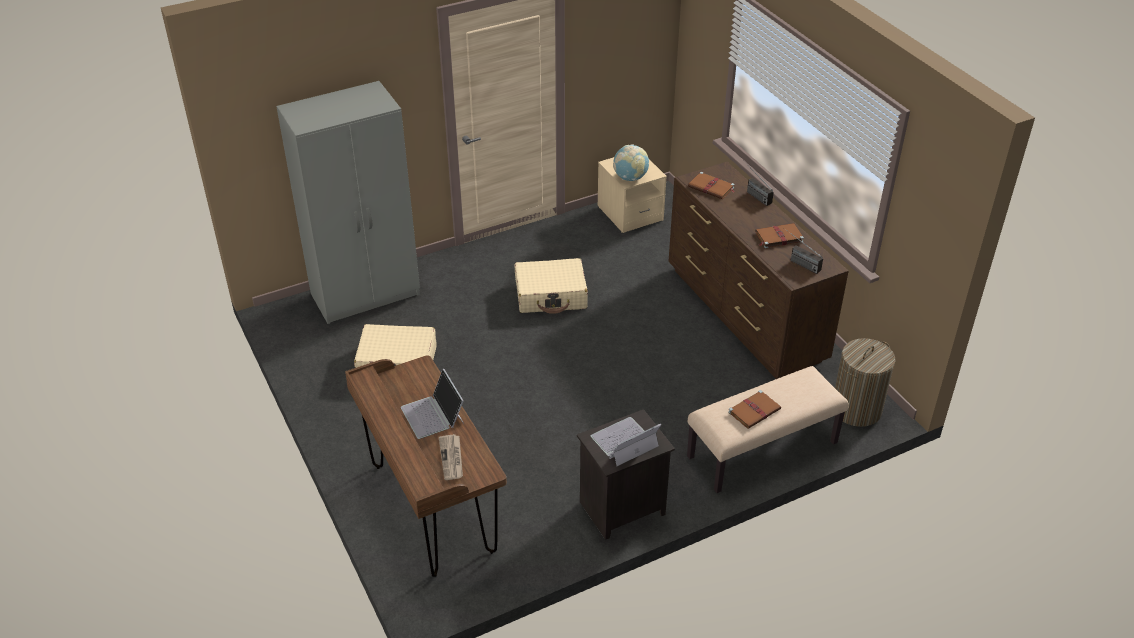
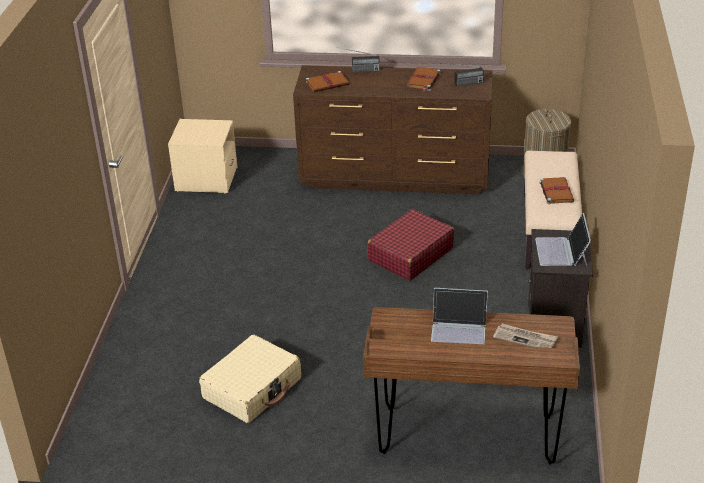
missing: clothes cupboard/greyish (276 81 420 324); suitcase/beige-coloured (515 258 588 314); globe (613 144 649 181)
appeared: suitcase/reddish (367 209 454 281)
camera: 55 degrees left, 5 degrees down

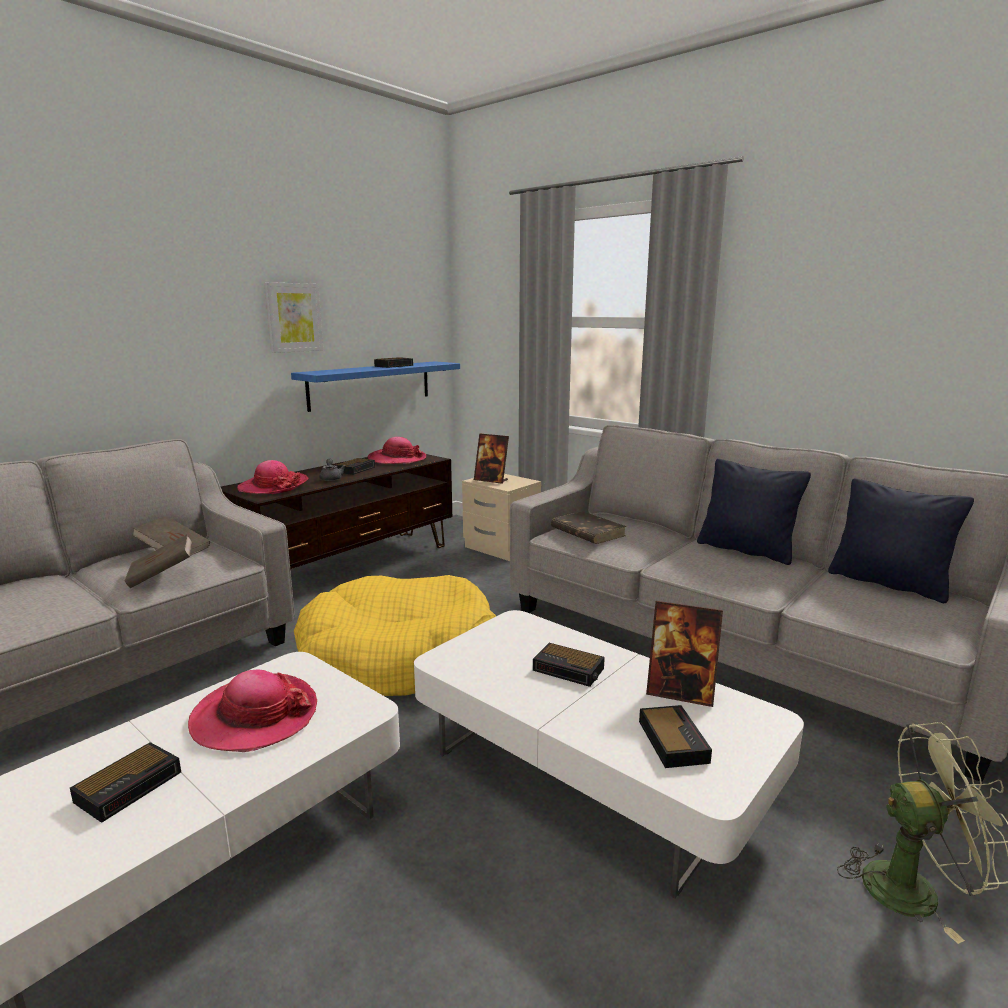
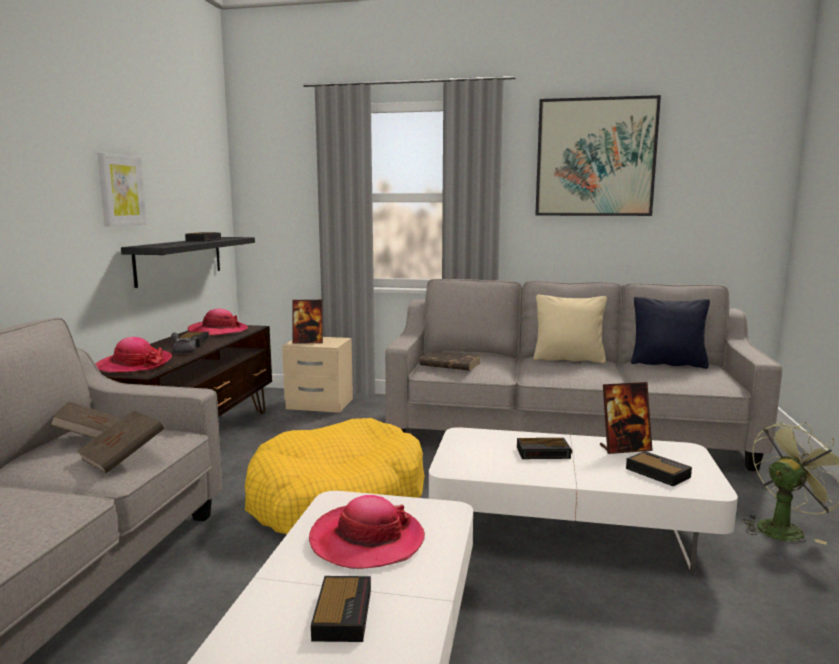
appeared: picture (535 95 661 216)
colour: bracket shelf/blue (291 361 460 412) to bracket shelf/blackish (121 237 255 288); pillow/blackish (697 459 811 565) to pillow/beige-coloured (533 295 607 363)
camera: 30 degrees left, 5 degrees down

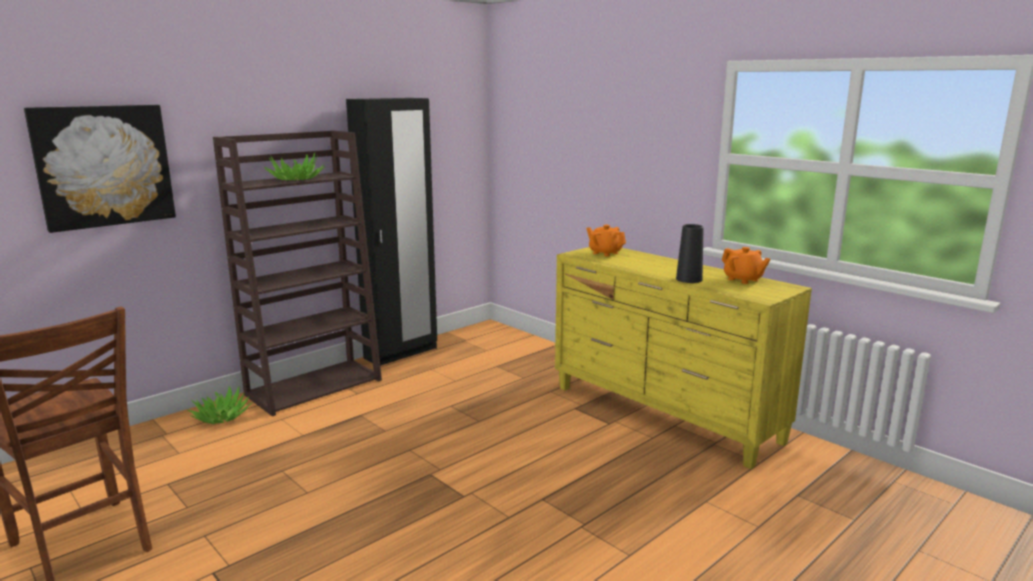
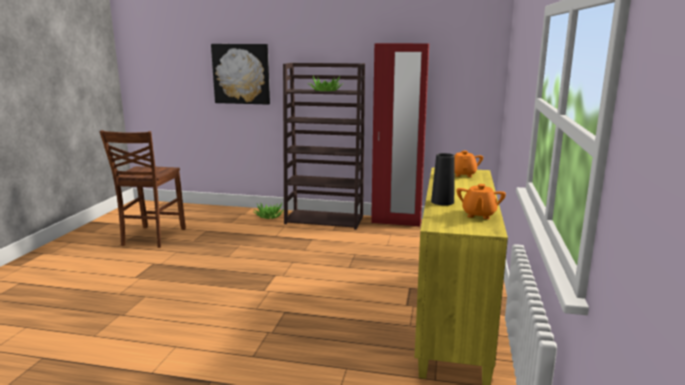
colour: clothes cupboard/blackish (346 98 437 366) to clothes cupboard/reddish (371 43 429 227)
camera: 55 degrees right, 0 degrees up

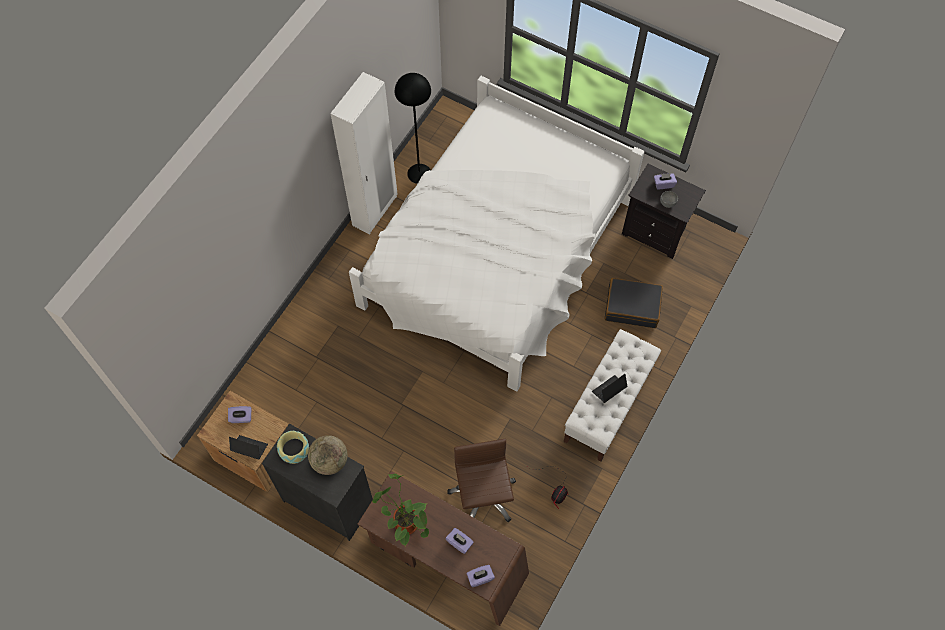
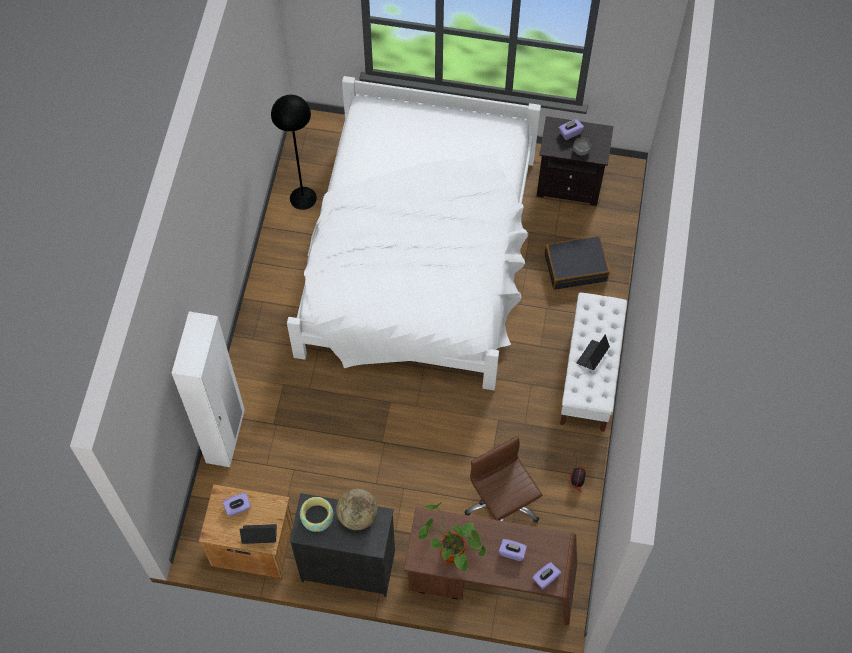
relocated: clothes cupboard/white-coloured (330 72 398 234) to (172 312 245 467)
camera: 20 degrees left, 0 degrees up

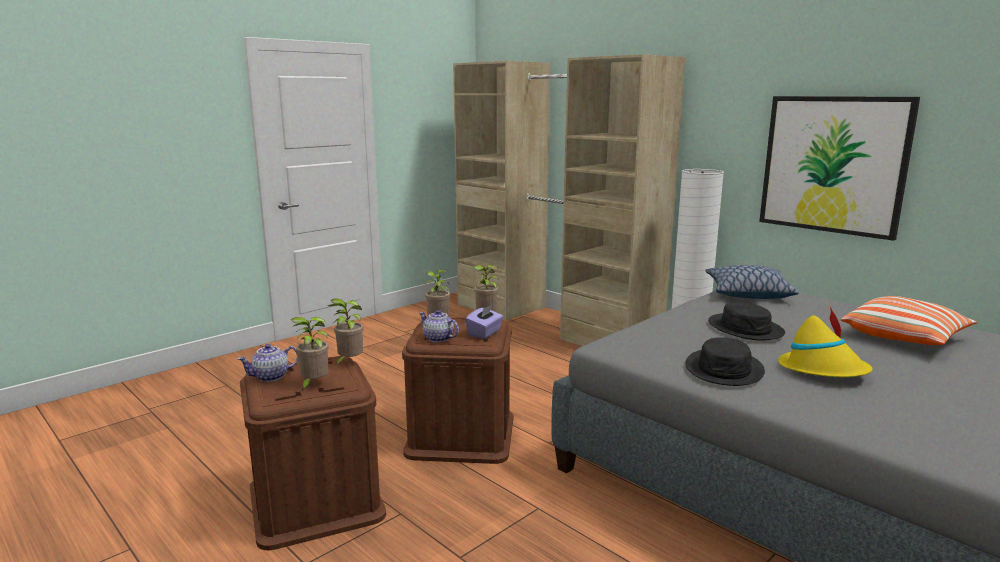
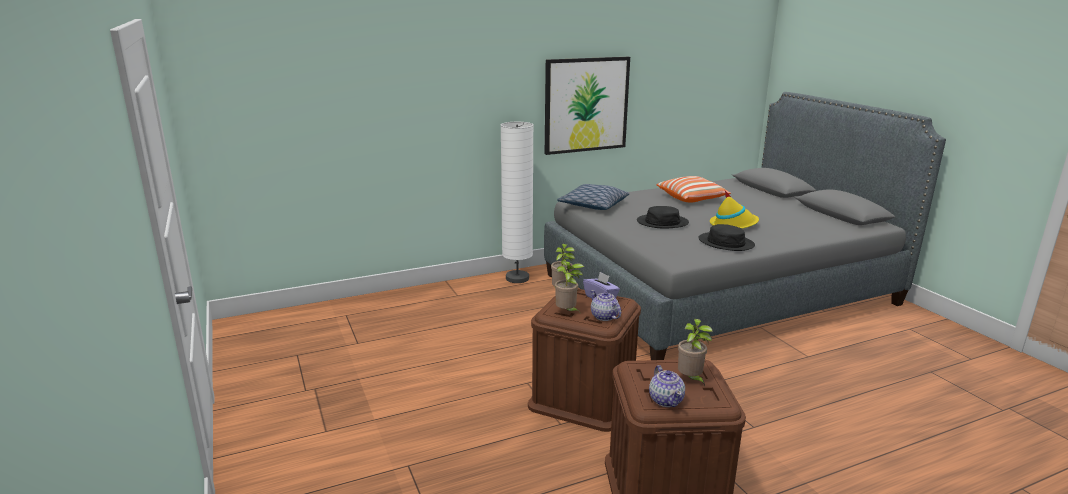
missing: houseplant (328 298 364 367); clothes cupboard/beige-coloured (453 54 685 346)
spun: pot for tea (419 310 459 343) = (590 290 621 321) 90 degrees clockwise
camera: 70 degrees left, 5 degrees up

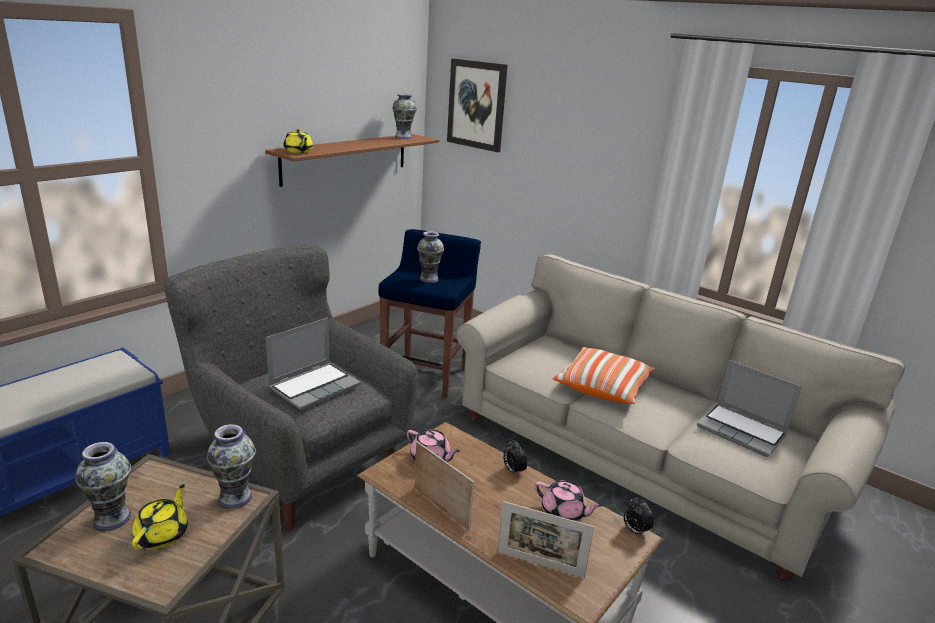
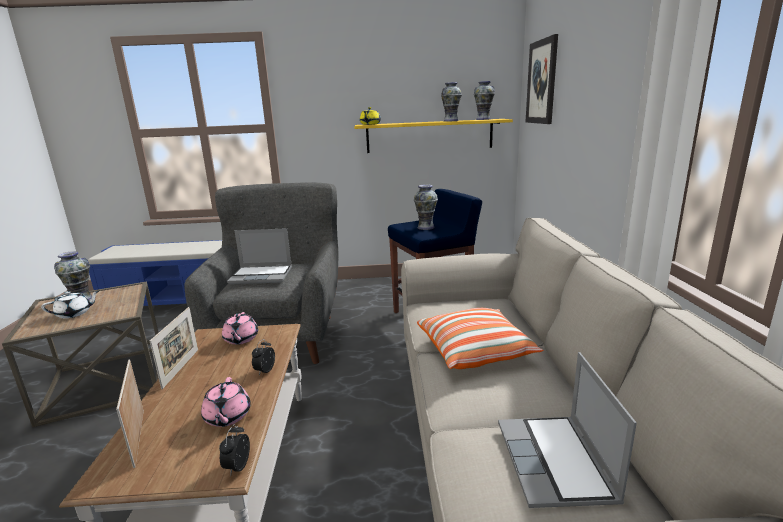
relocated: decorative vase (207 424 256 509) to (441 82 462 122)
colour: pot for tea/yellow (132 484 188 549) to pot for tea/white-coloured (41 290 100 319); bracket shelf/brown (265 134 439 187) to bracket shelf/yellow (354 119 513 153)
camera: 50 degrees right, 5 degrees down

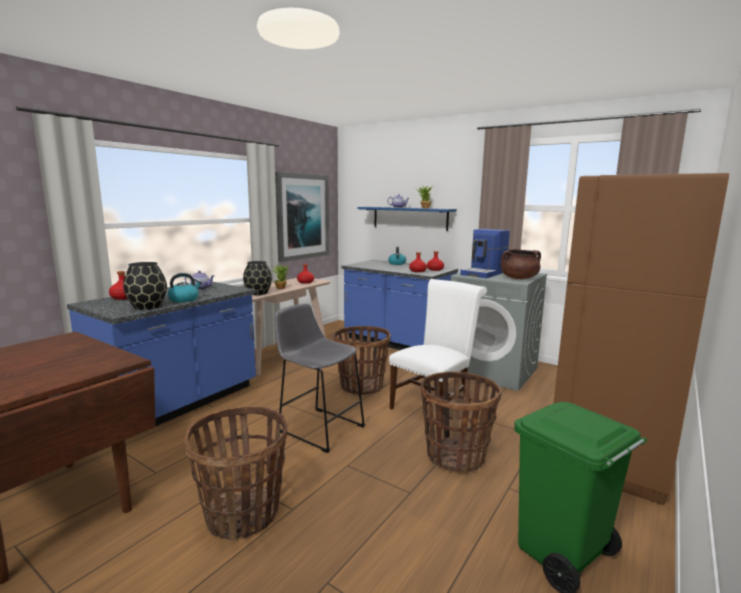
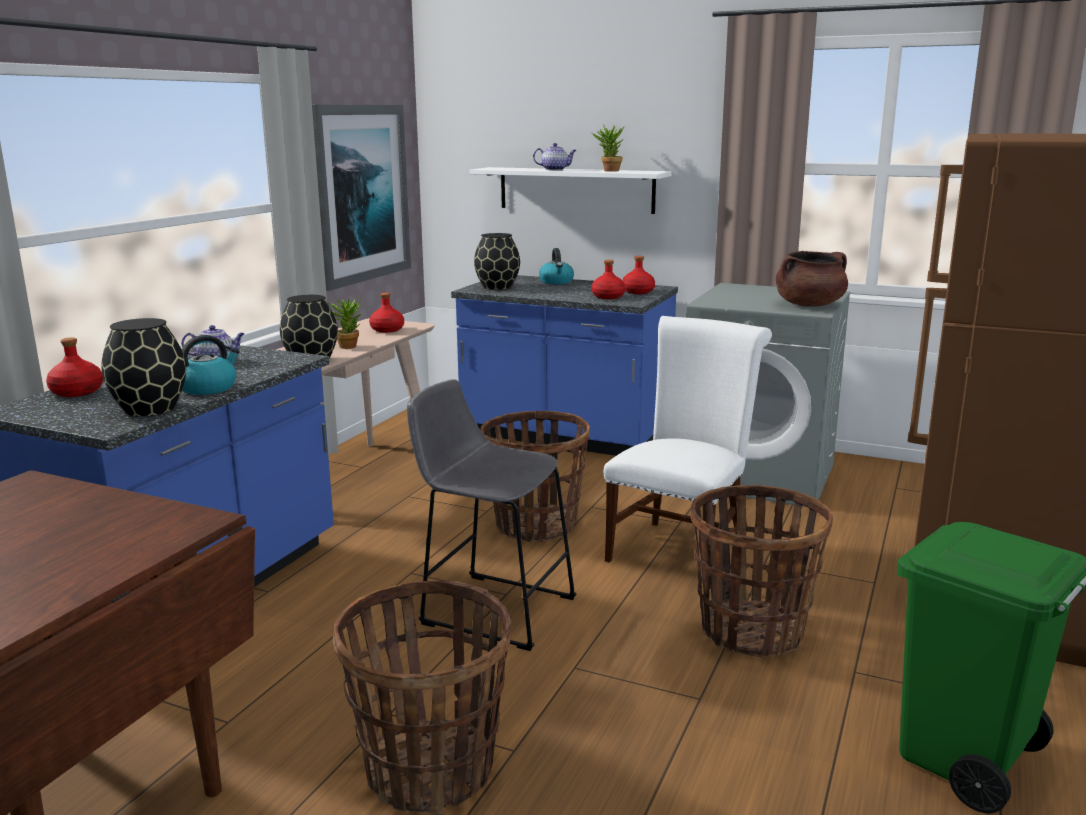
missing: coffee machine (460 229 510 278)
appeared: decorative vase/blackish (474 233 520 290)
colour: bracket shelf/blue (358 207 457 231) to bracket shelf/white-coloured (470 167 672 214)
camera: 10 degrees left, 5 degrees up

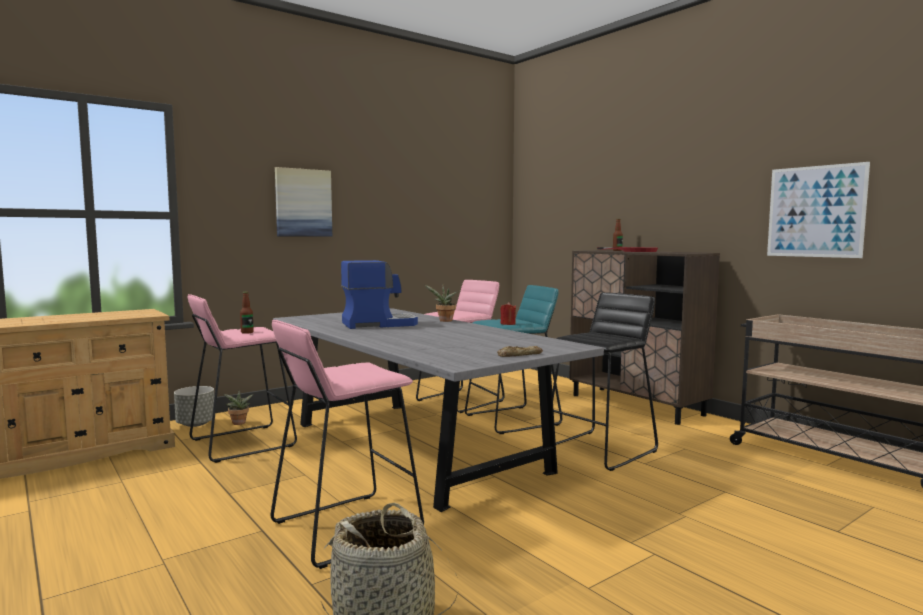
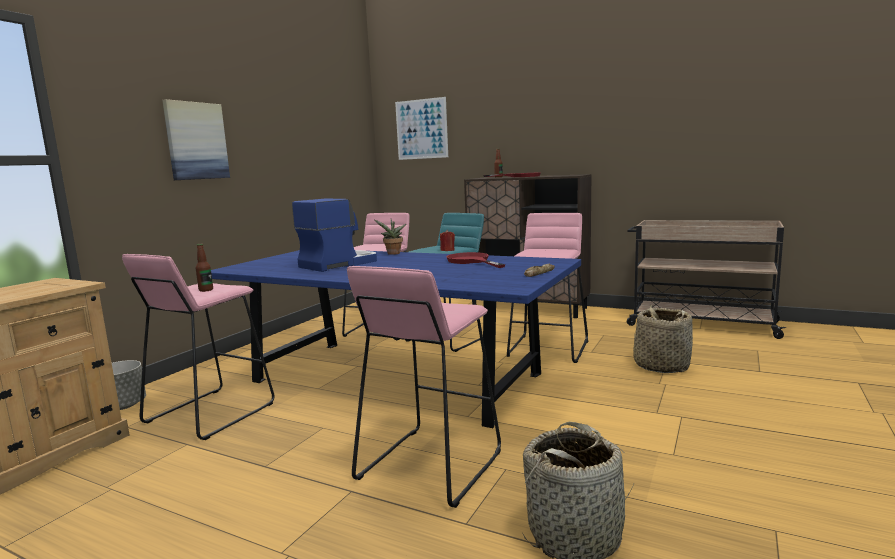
missing: houseplant (224 390 253 425)
appeared: pan/reddish (446 252 505 268); storage basket (633 304 693 373)
relocated: picture (767 162 870 258) to (395 97 448 160)
colour: kitchen table/greyish (273 308 604 512) to kitchen table/blue (211 250 581 428); stool/blackish (552 292 658 471) to stool/pink (507 213 588 363)
camera: 25 degrees left, 5 degrees up

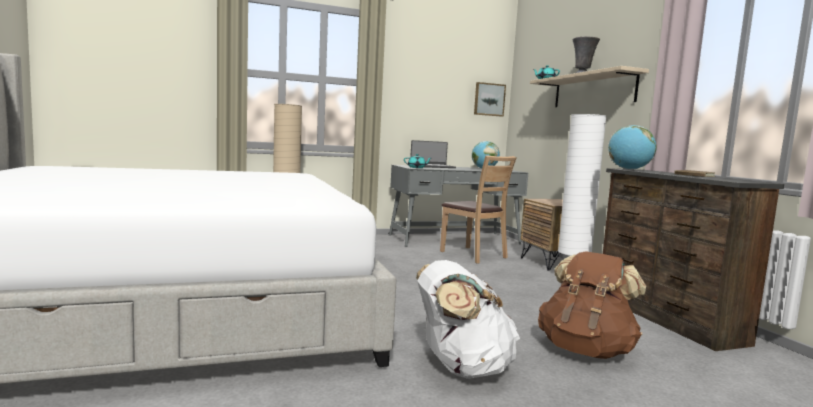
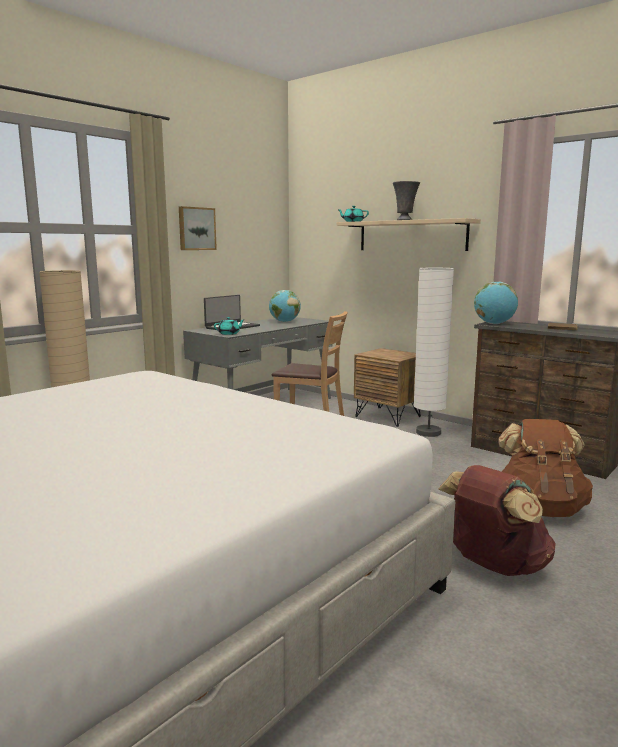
relocated: picture (474 82 506 117) to (179 206 217 250)
colour: knapsack/white-coloured (416 260 520 379) to knapsack/brown (439 465 556 576)
camera: 30 degrees left, 5 degrees up

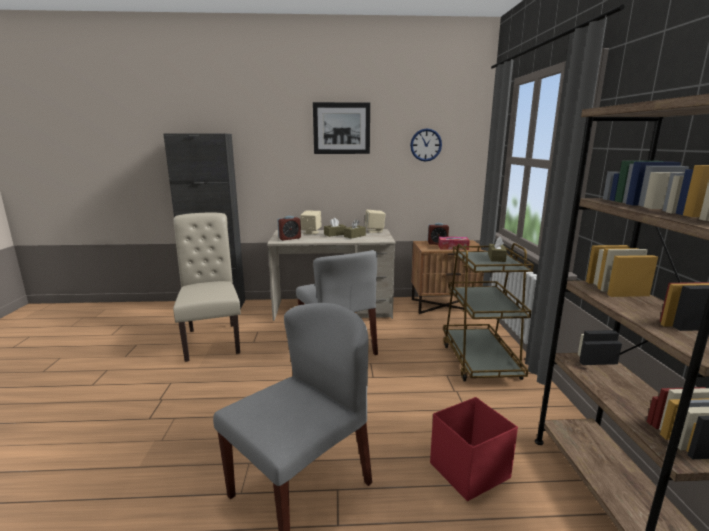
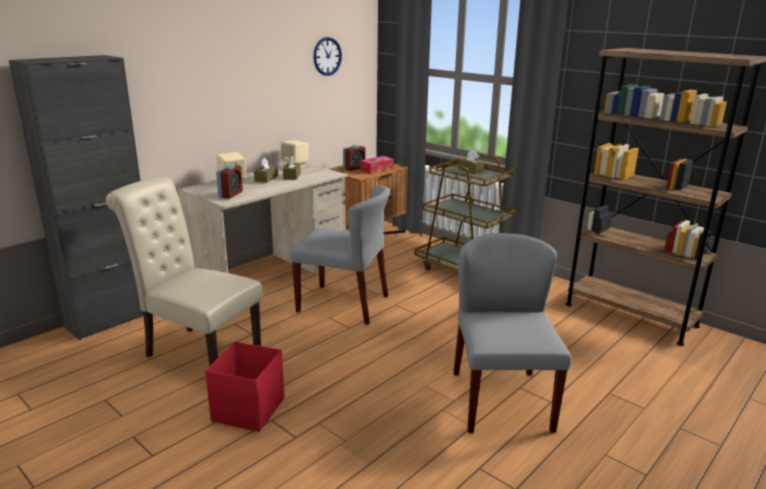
missing: picture (313 102 370 154)
relocated: storage container/reddish (430 397 518 501) to (205 342 284 432)
camera: 45 degrees left, 5 degrees up

